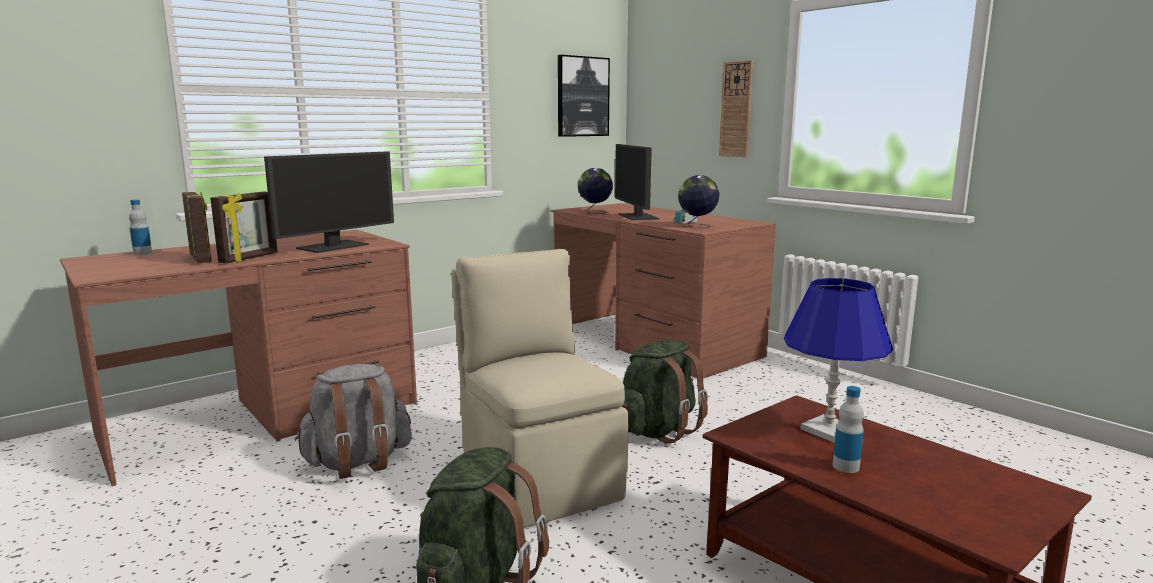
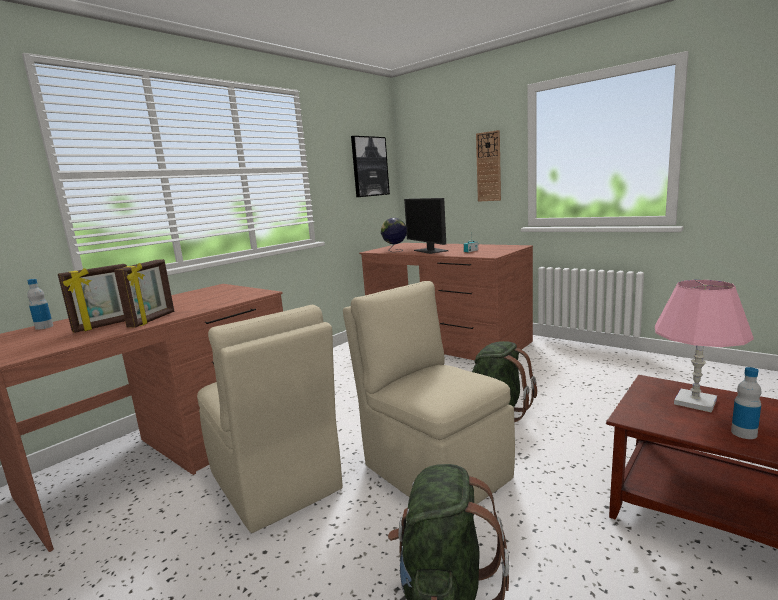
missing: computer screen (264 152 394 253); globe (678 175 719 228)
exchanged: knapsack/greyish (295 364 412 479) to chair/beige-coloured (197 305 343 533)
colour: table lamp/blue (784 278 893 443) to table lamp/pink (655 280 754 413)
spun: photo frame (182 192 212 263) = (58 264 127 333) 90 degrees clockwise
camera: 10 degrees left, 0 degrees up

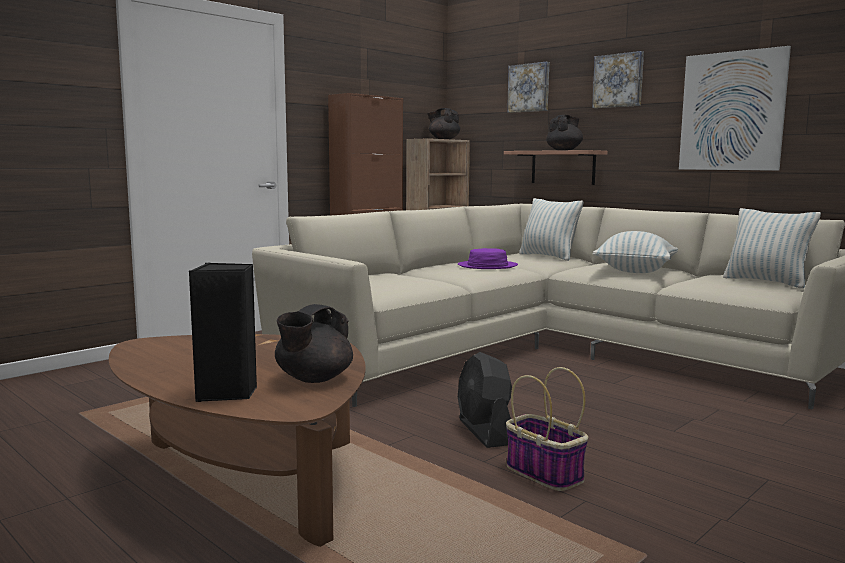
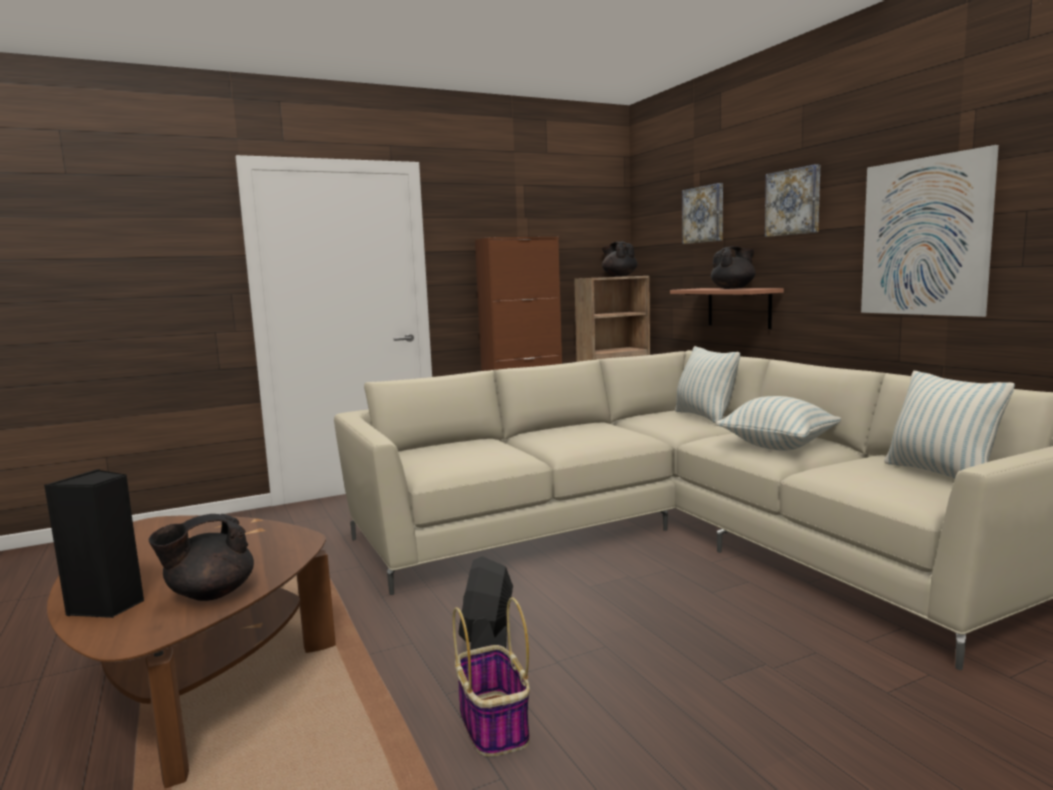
missing: wearable hat/purple (458 248 518 269)
camera: 20 degrees right, 0 degrees up

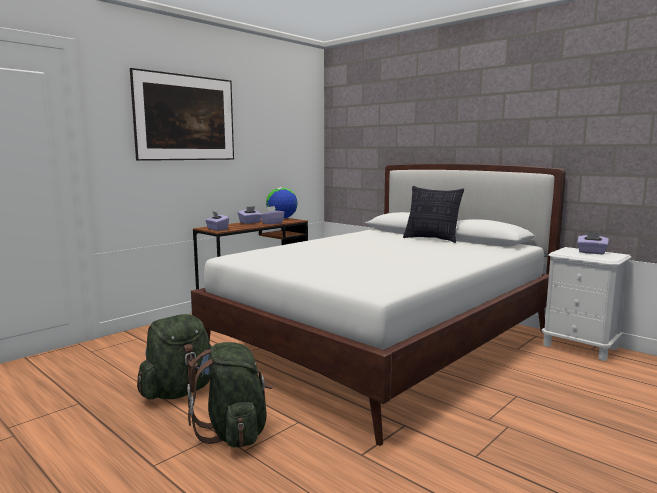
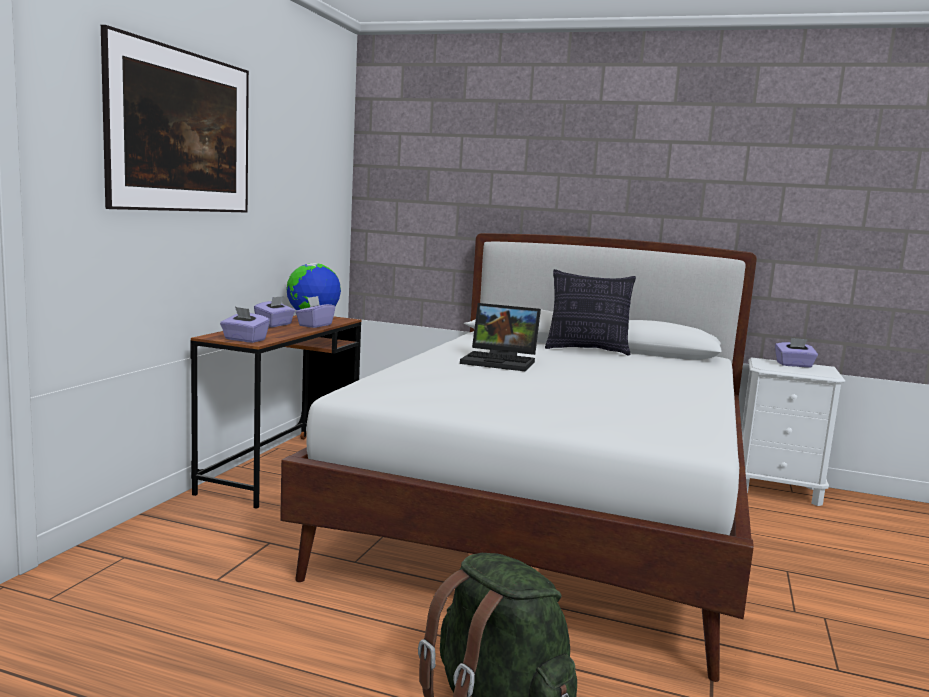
missing: knapsack/green (137 314 212 399)
appeared: portable computer (460 303 541 371)
camera: 25 degrees left, 0 degrees up

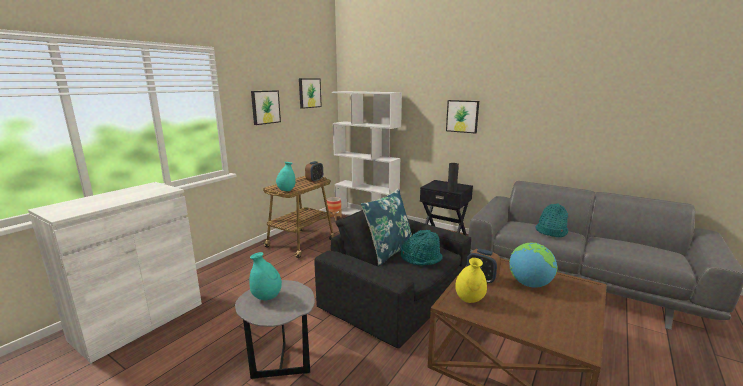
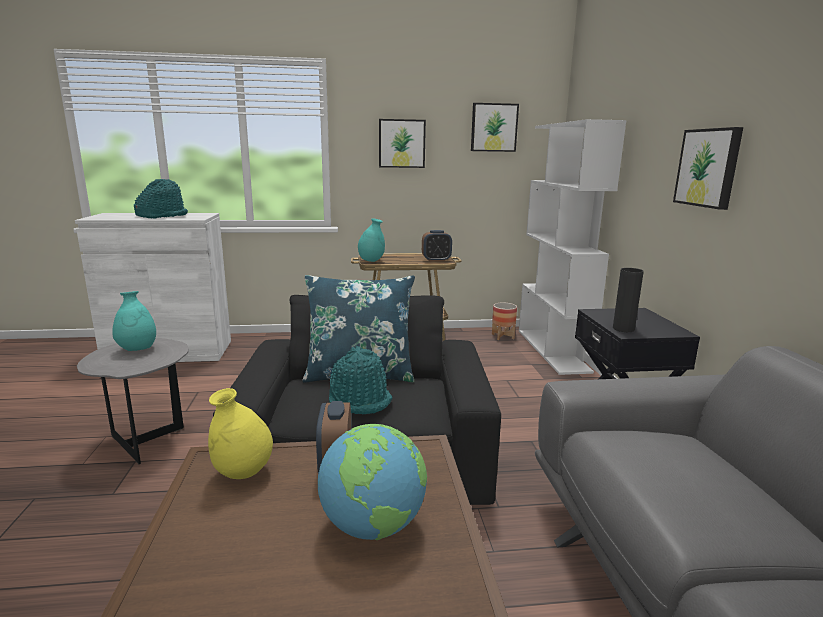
relocated: wearable hat/turquoise-coloured (535 204 568 237) to (134 179 188 219)
camera: 50 degrees right, 0 degrees up

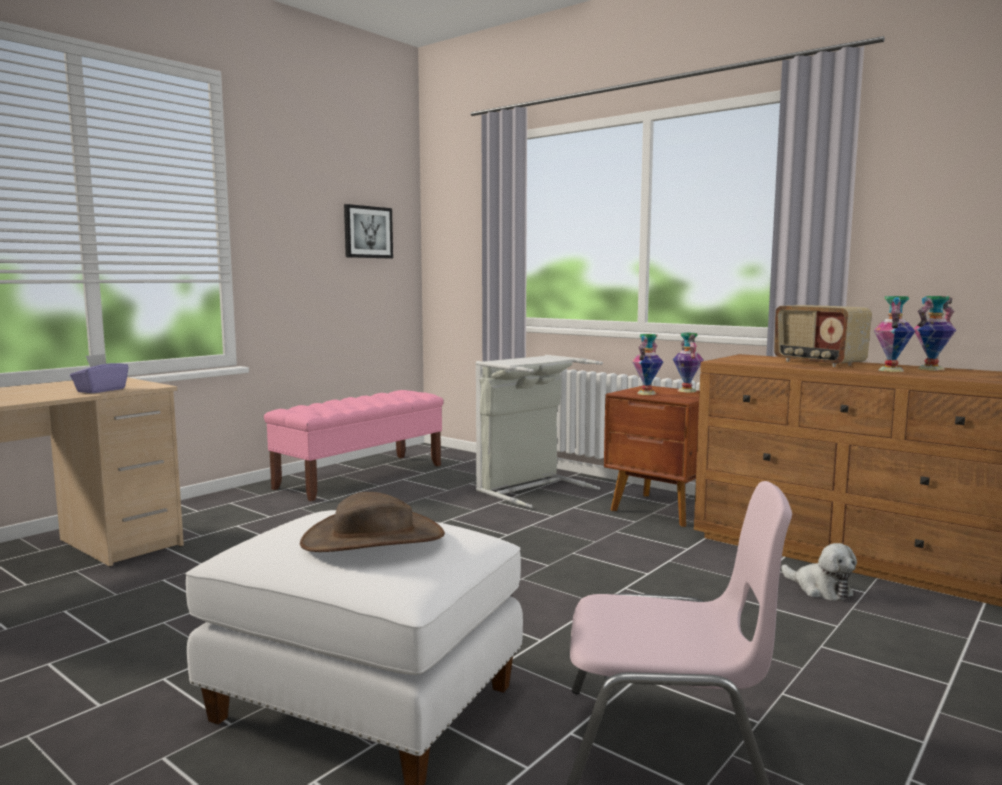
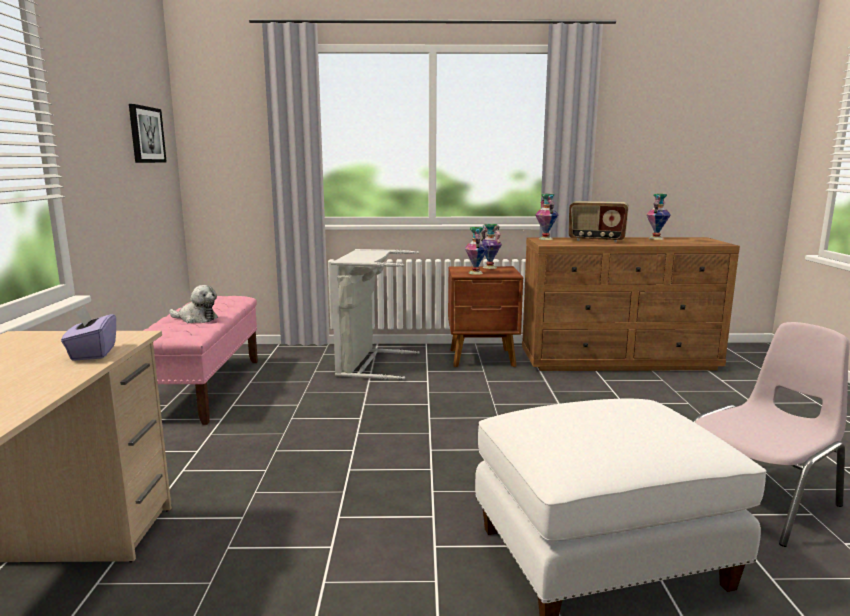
missing: wearable hat/brown (300 492 445 552)
relocated: plush toy (782 543 857 601) to (169 285 218 323); decorative vase (874 296 915 372) to (535 194 558 240)
camera: 40 degrees left, 5 degrees up

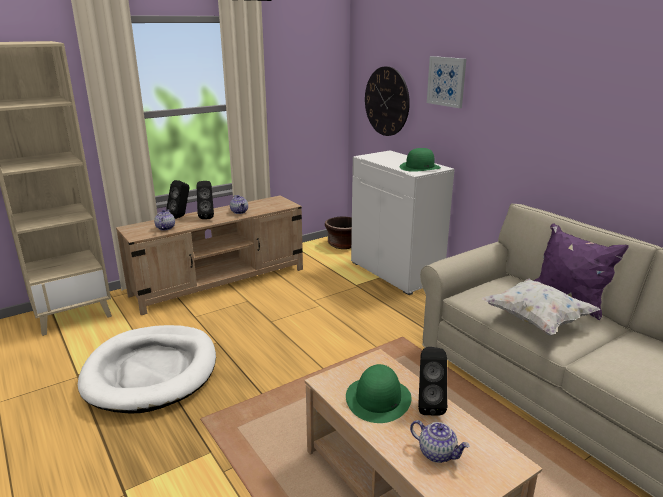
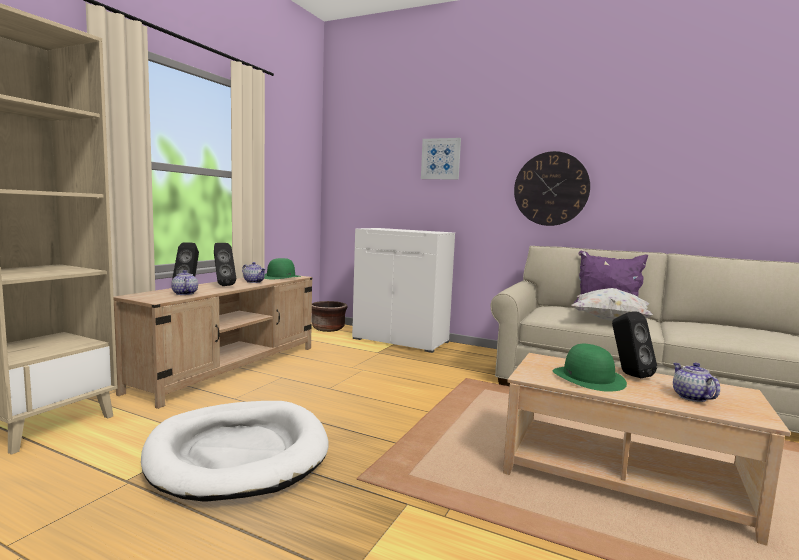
relocated: wall clock (365 66 410 136) to (514 151 590 226); wearable hat/green (400 148 441 172) to (264 258 301 279)
spun: pot for tea (410 420 470 463) = (673 363 720 402) 105 degrees counterclockwise
camera: 30 degrees left, 15 degrees down

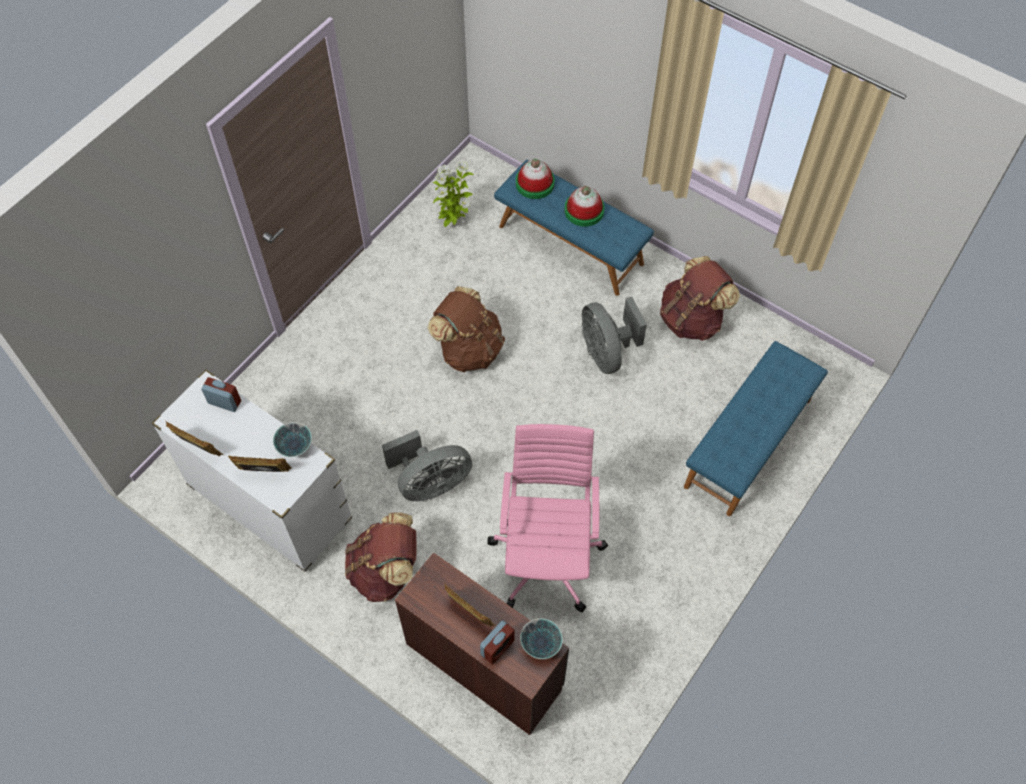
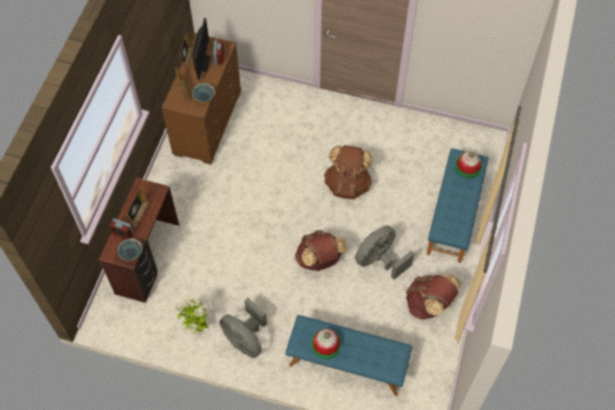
missing: office chair/pink (487 424 608 612)
appeared: computer screen (192 18 211 80)
relocated: knapsack/brown (345 512 417 602) to (295 230 348 271); fan/greyish (382 430 472 501) to (219 297 267 358); houseplant (433 161 474 227) to (175 297 209 334); wearable hat (564 186 604 227) to (311 329 342 359)
colour: dresser/white-coloured (151 370 352 572) to dresser/brown (161 33 241 164)
camera: 70 degrees right, 0 degrees up

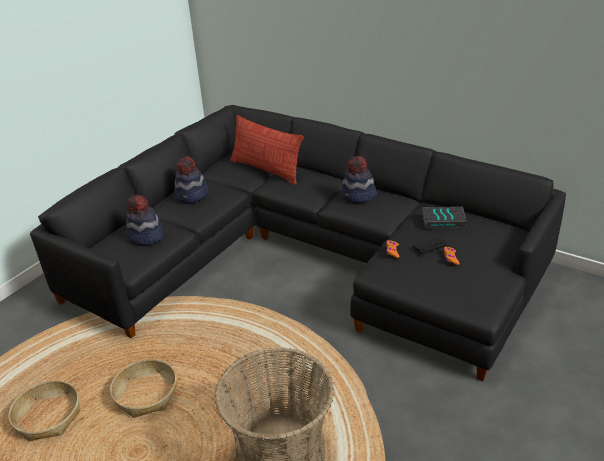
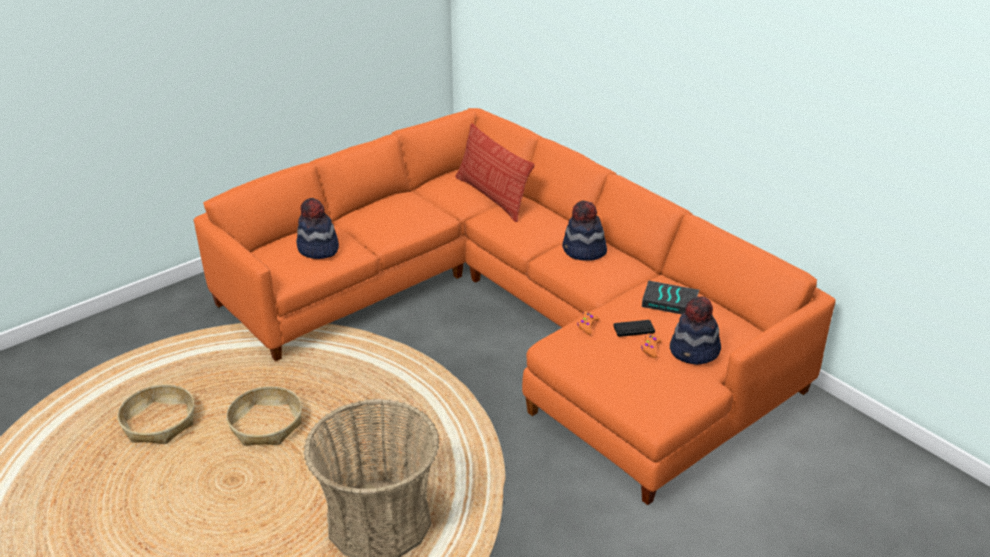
relocated: wearable hat (174 156 209 203) to (670 296 721 365)
colour: settee/blackish (30 105 566 381) to settee/orangey (194 108 836 505)
camera: 15 degrees right, 0 degrees up

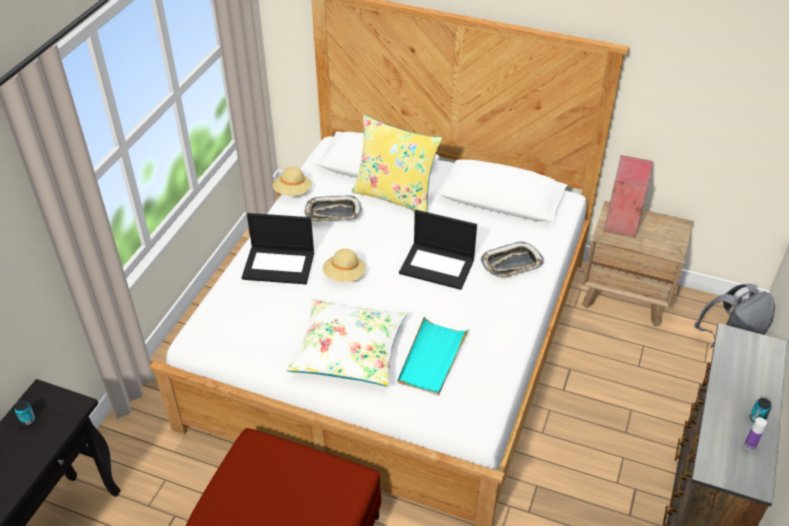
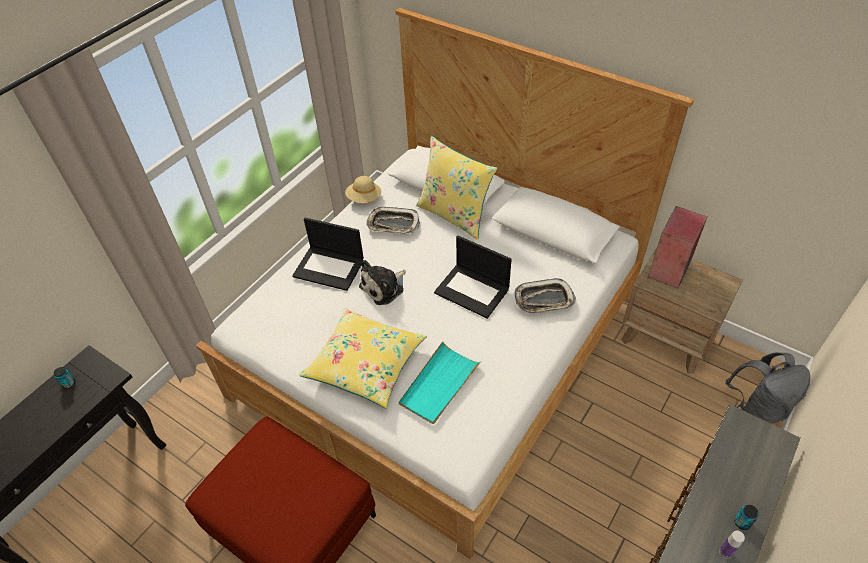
exchanged: wearable hat/beige-coloured (322 249 366 282) to plush toy (359 260 406 305)
colour: pillow/white-coloured (286 300 407 387) to pillow/yellow (299 308 427 408)
camera: 15 degrees right, 5 degrees up

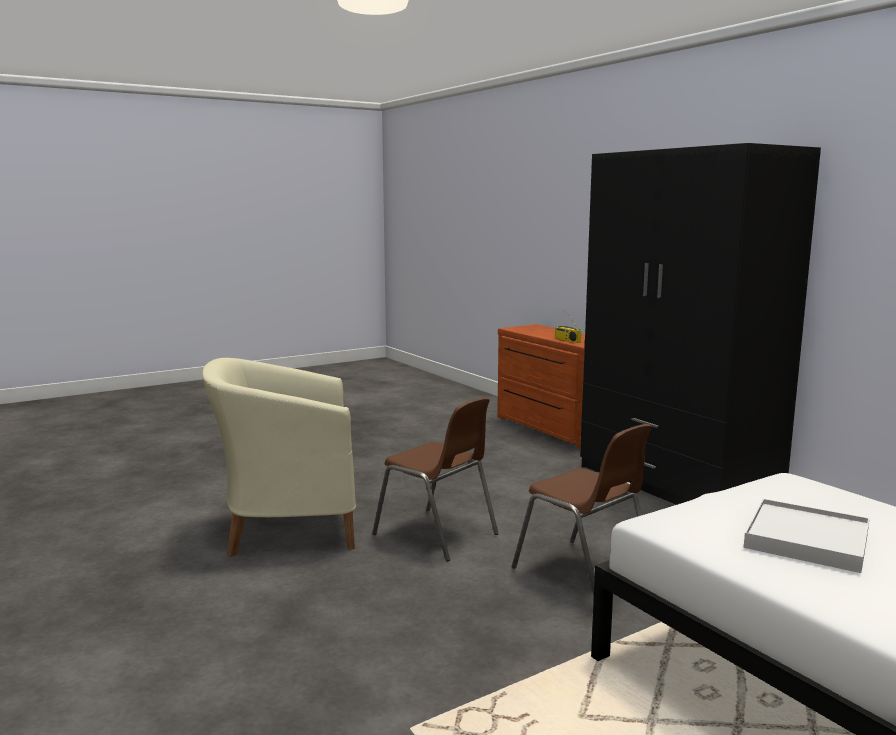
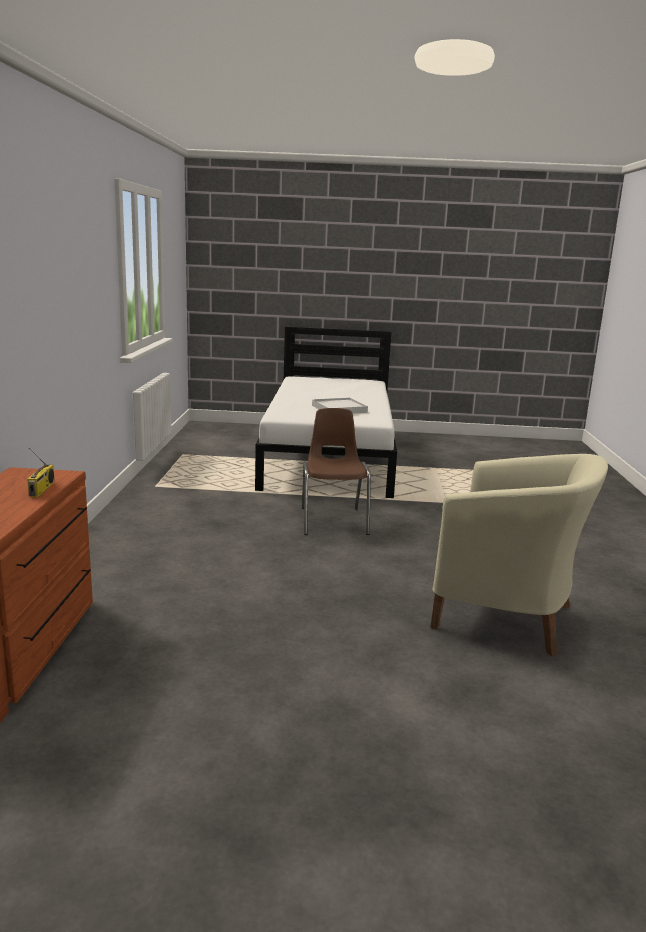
missing: chair/brown (372 398 499 562); clothes cupboard/blackish (580 143 821 505)
camera: 145 degrees left, 5 degrees up

